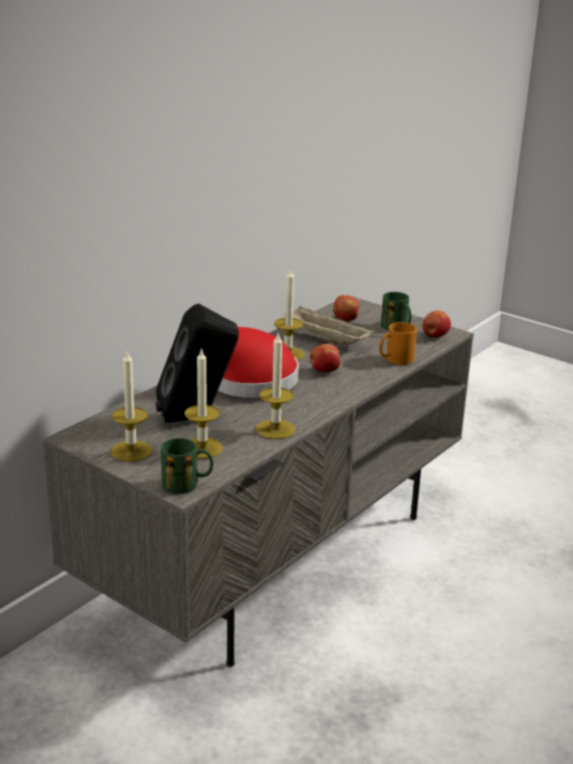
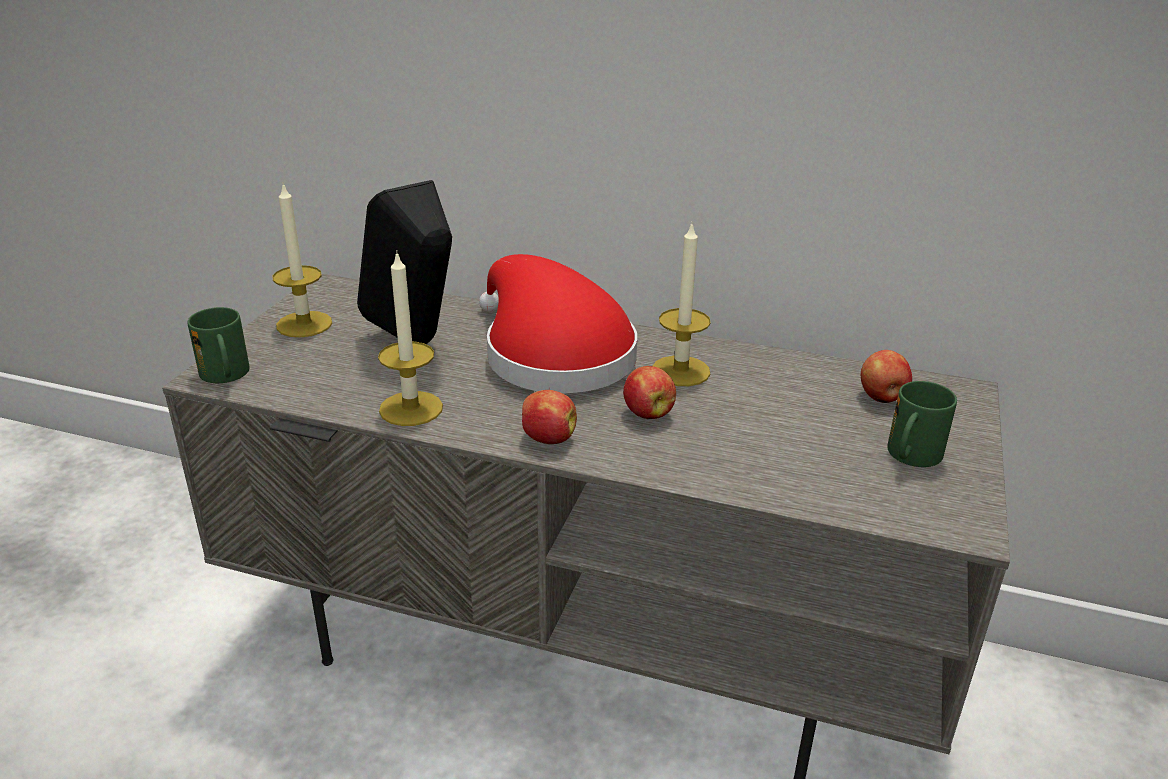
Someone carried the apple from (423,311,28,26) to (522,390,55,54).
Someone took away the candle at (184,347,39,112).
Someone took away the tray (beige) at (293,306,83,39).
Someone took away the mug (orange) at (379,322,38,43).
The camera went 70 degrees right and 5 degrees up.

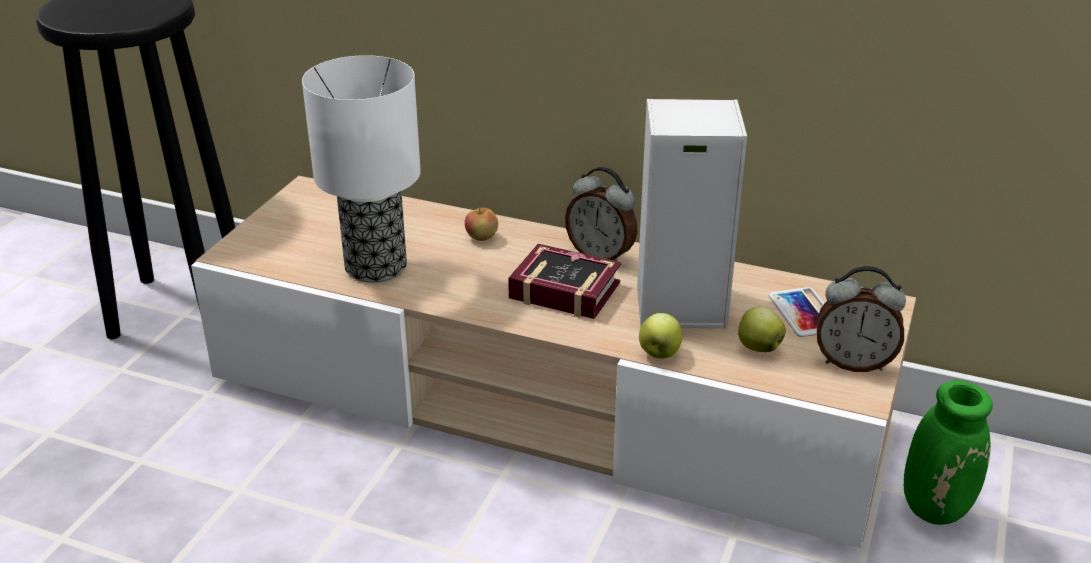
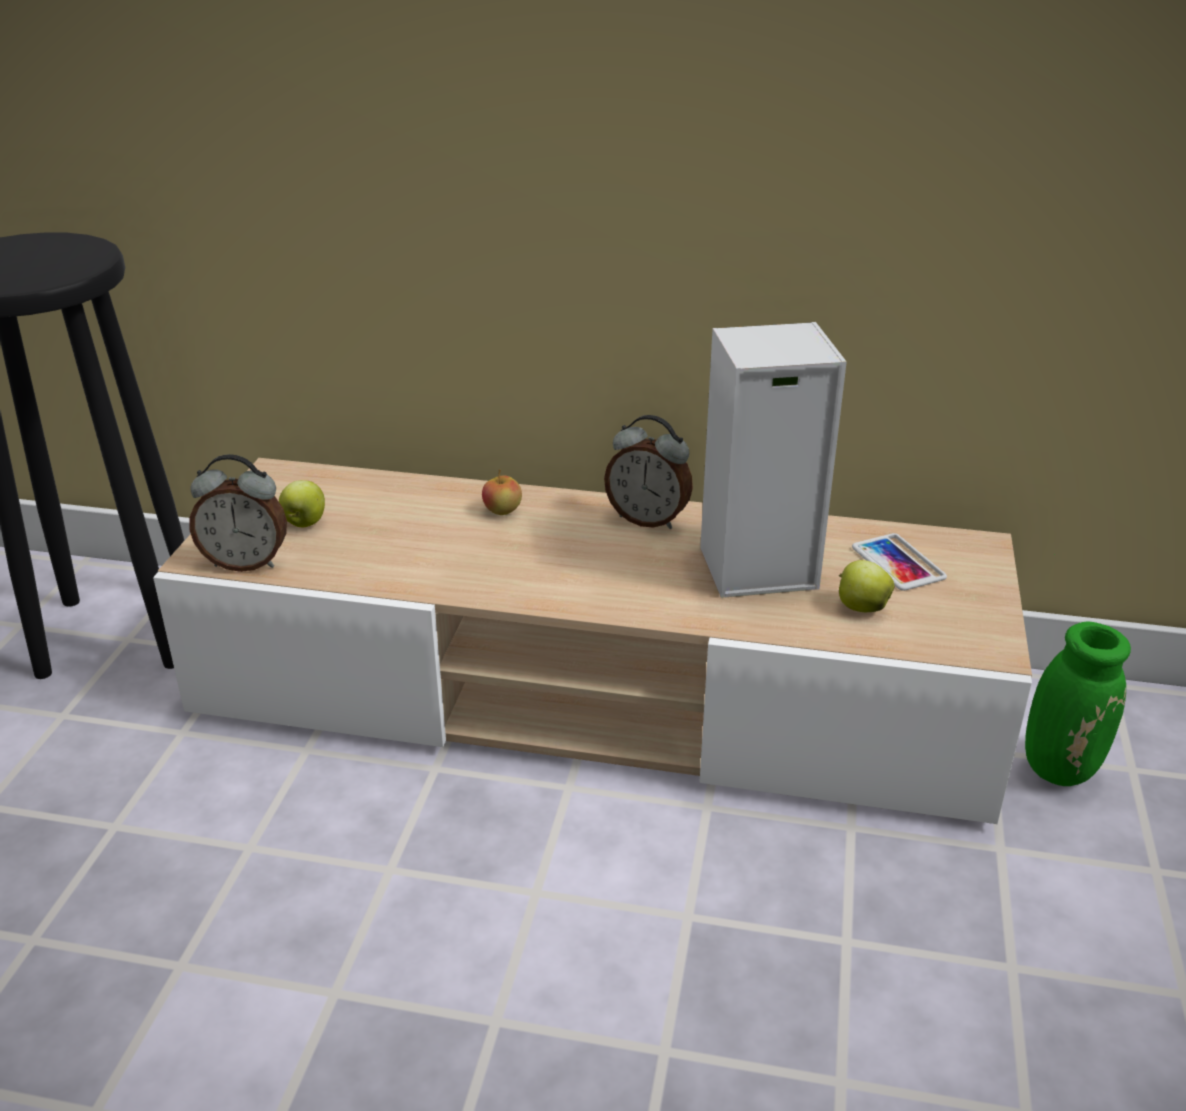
Someone carried the alarm clock from (817,266,89,106) to (189,454,98,118).
Someone carried the apple from (639,313,43,46) to (279,480,46,47).
Someone took away the table lamp at (302,55,119,228).
Someone took away the book at (508,244,113,75).
The camera went 10 degrees left and 0 degrees up.

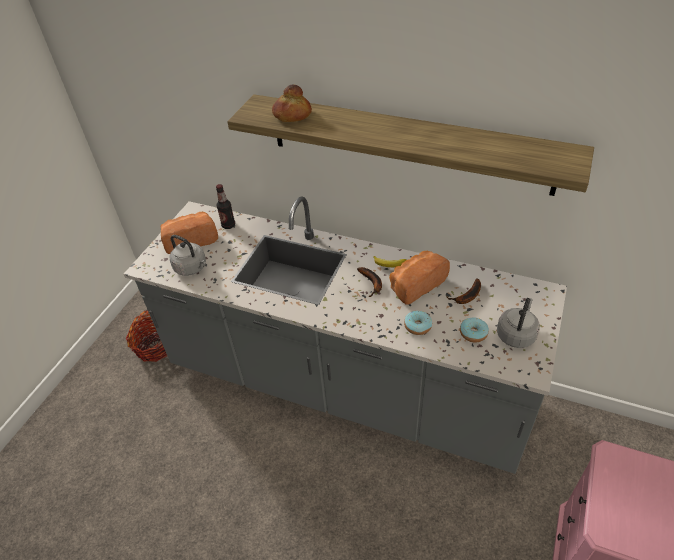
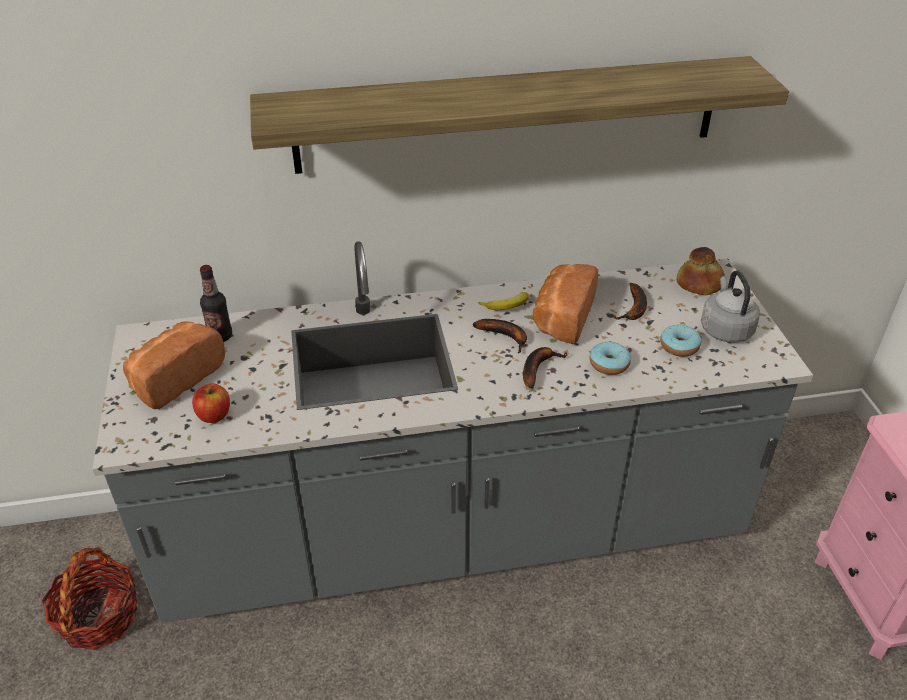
Someone swapped the kettle (grey) at (170,235,36,41) for the apple at (192,383,38,40).
Someone put down the banana at (523,347,45,42).
Someone carried the bread from (272,84,40,38) to (677,247,48,48).
The camera went 35 degrees left and 5 degrees down.

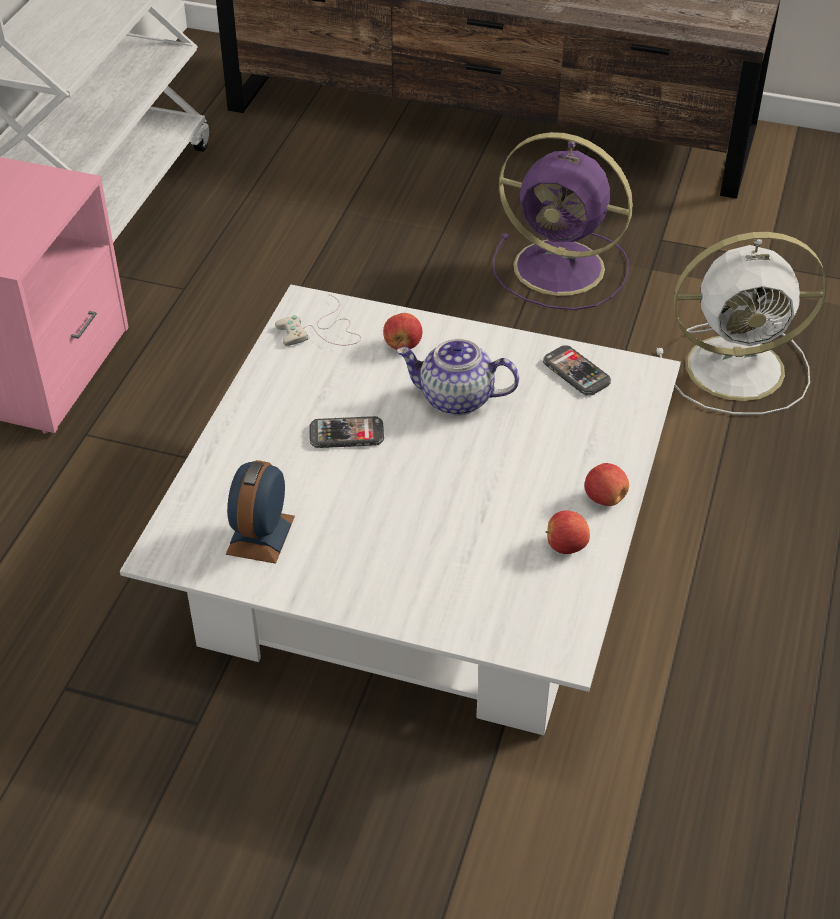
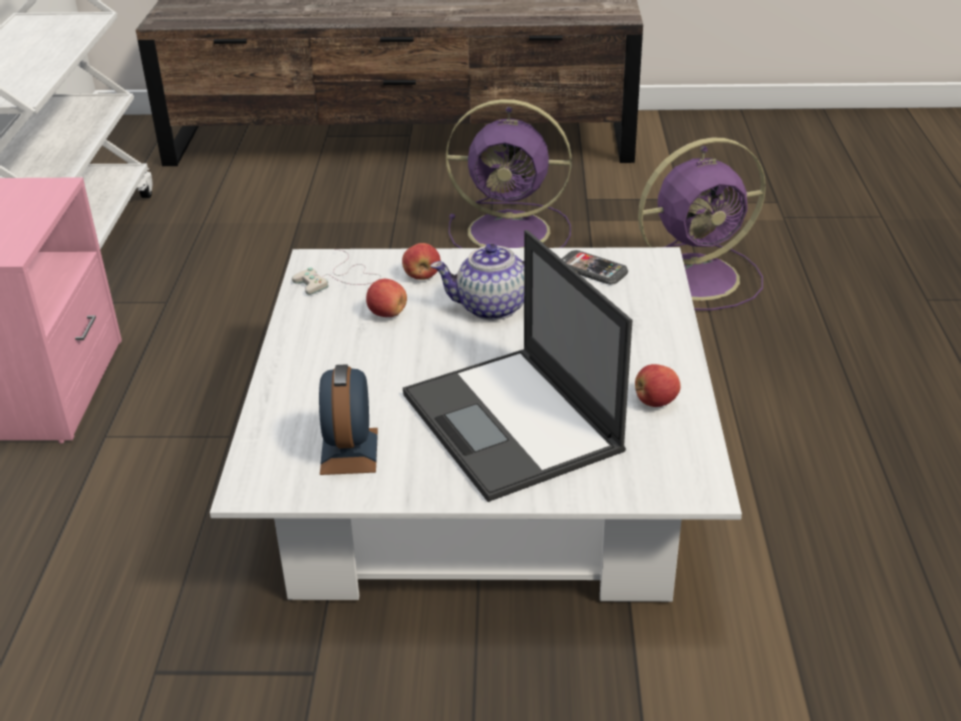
Someone carried the apple from (585,463,44,43) to (366,279,41,38).
Someone put down the laptop at (403,230,229,272).
Someone repainted the fan (white) at (656,232,171,183), which became the fan (purple) at (638,137,128,174).
Someone took away the phone at (309,416,75,32).
The camera went 15 degrees left and 10 degrees down.

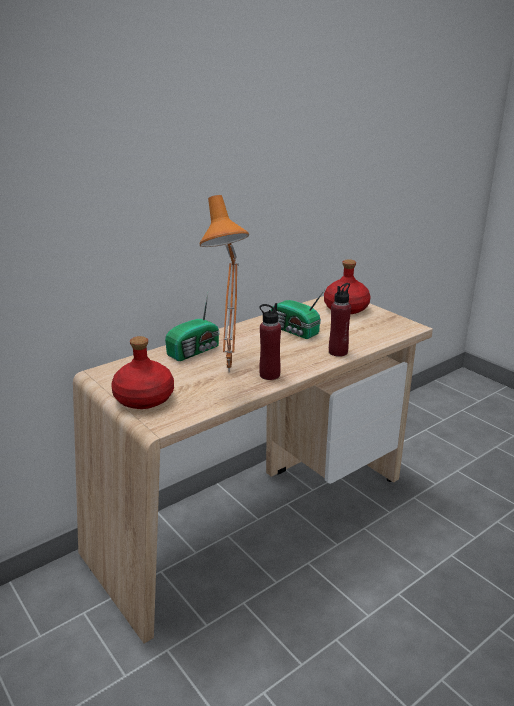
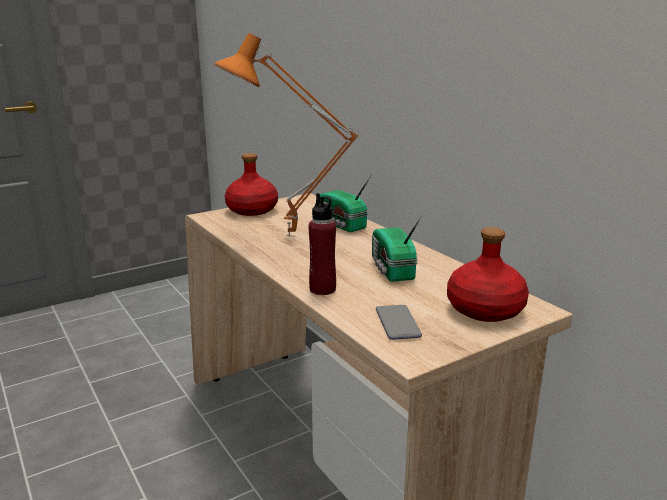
Someone rotated the radio at (271,288,55,51) by 60 degrees counterclockwise.
Someone put down the phone at (376,305,46,35).
Someone took away the bottle (red) at (259,303,22,77).
The camera went 95 degrees right and 5 degrees down.

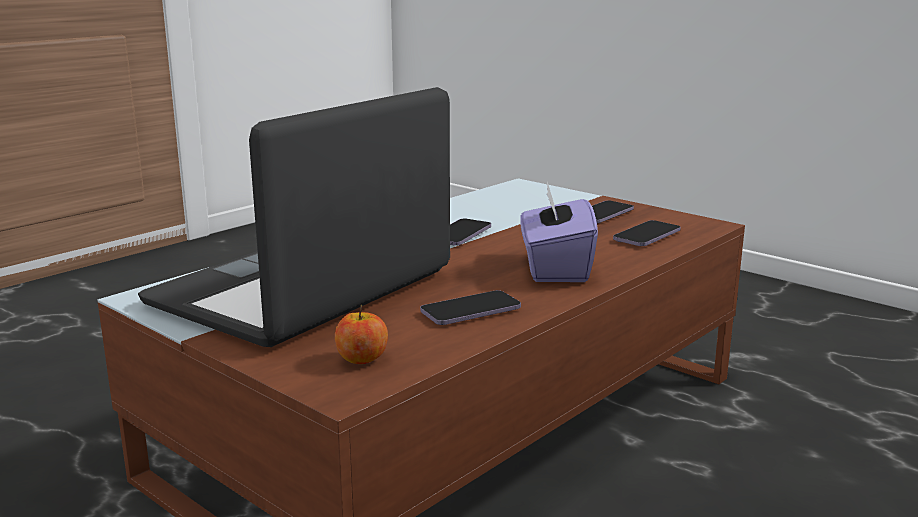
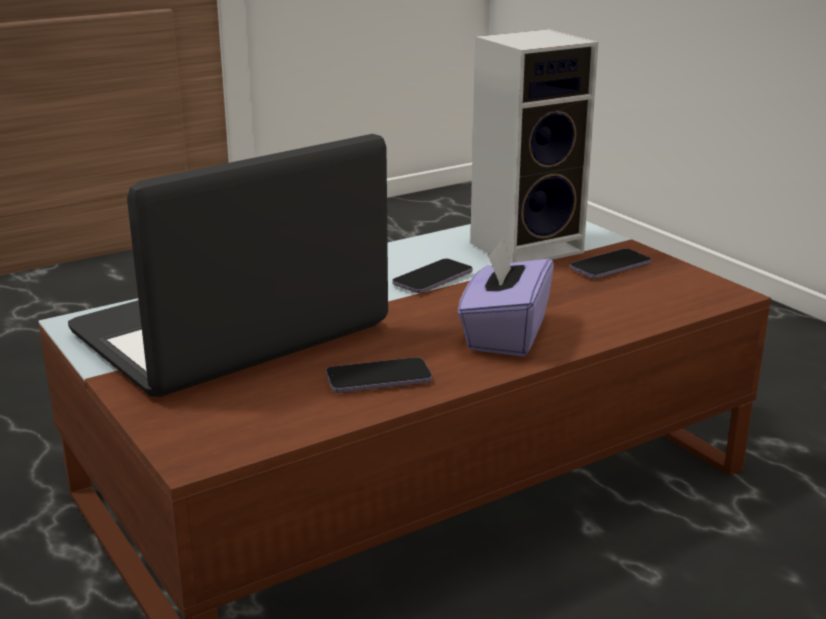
Someone put down the speaker at (470,29,128,234).
Someone took away the apple at (335,305,53,59).
Someone took away the phone at (613,220,68,26).
The camera went 15 degrees right and 5 degrees up.

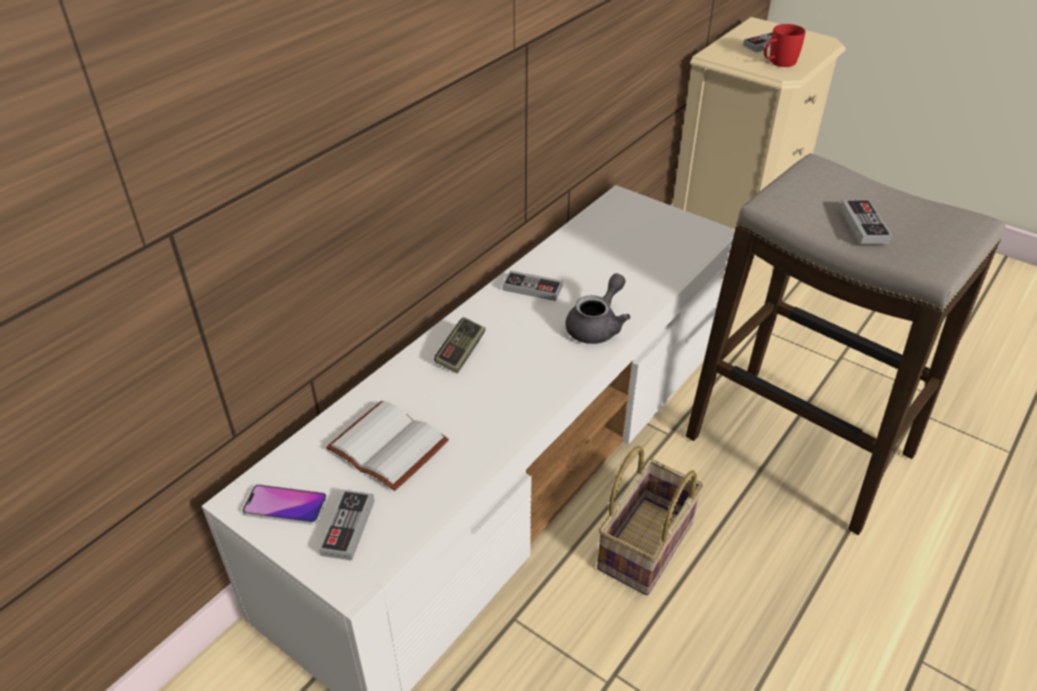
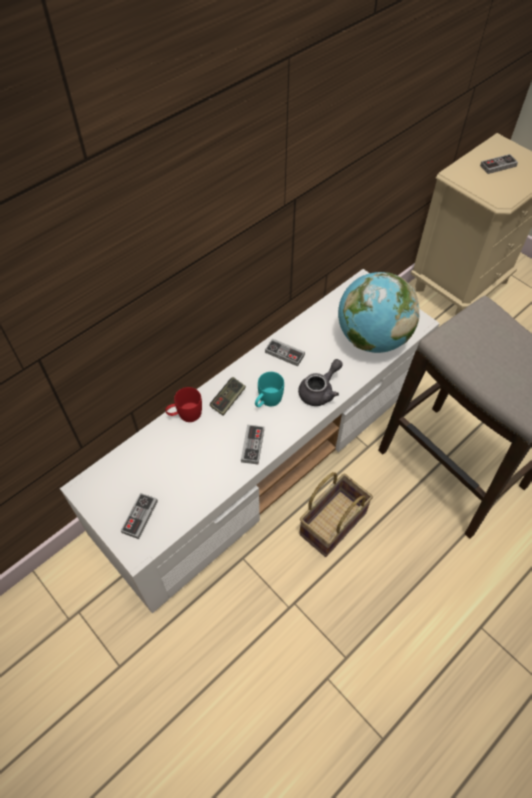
Someone carried the mug (red) from (764,24,42,43) to (165,387,37,35).
Someone carried the game controller from (840,199,52,46) to (241,425,23,39).
Someone put down the mug (turquoise) at (255,372,29,35).
Someone put down the globe at (338,272,81,81).
Someone took away the phone at (242,484,85,41).
Someone took away the book (white) at (326,401,123,90).
The camera went 10 degrees right and 15 degrees up.

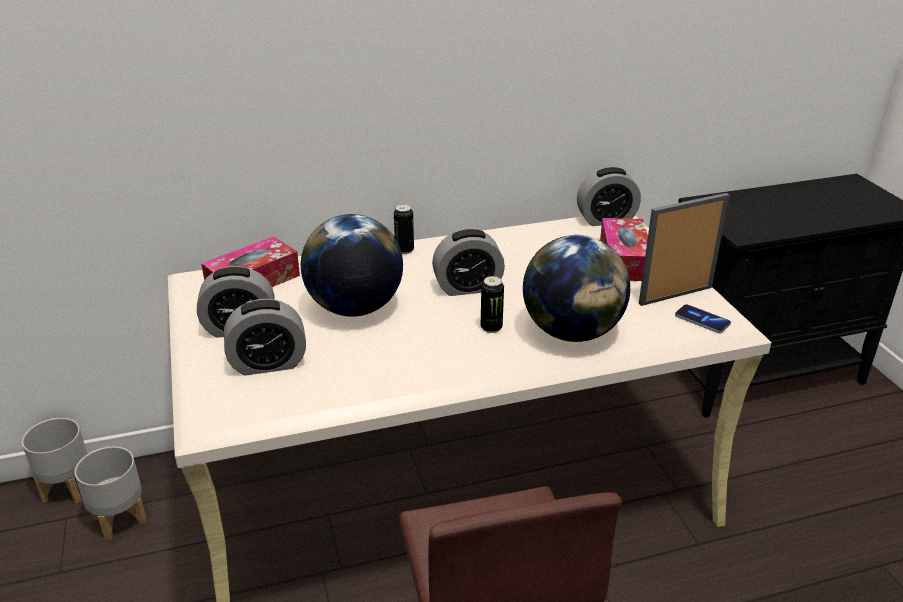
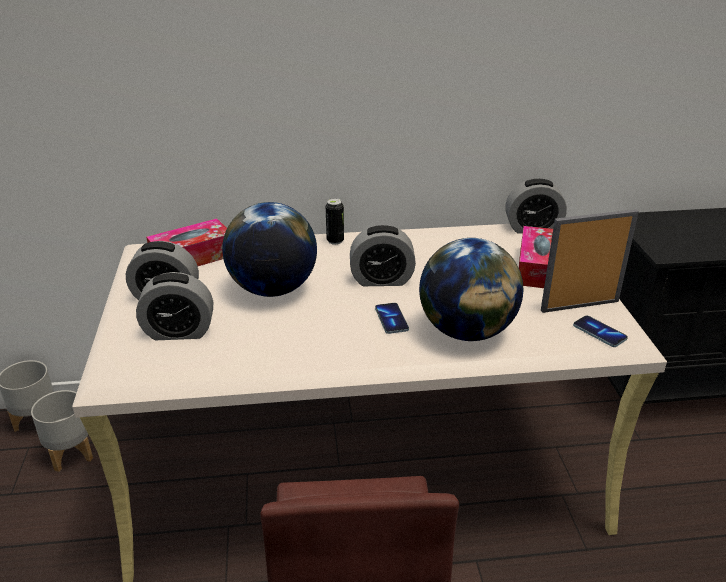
Someone swapped the can at (481,276,23,57) for the phone at (375,303,34,31).
The camera went 10 degrees right and 0 degrees up.

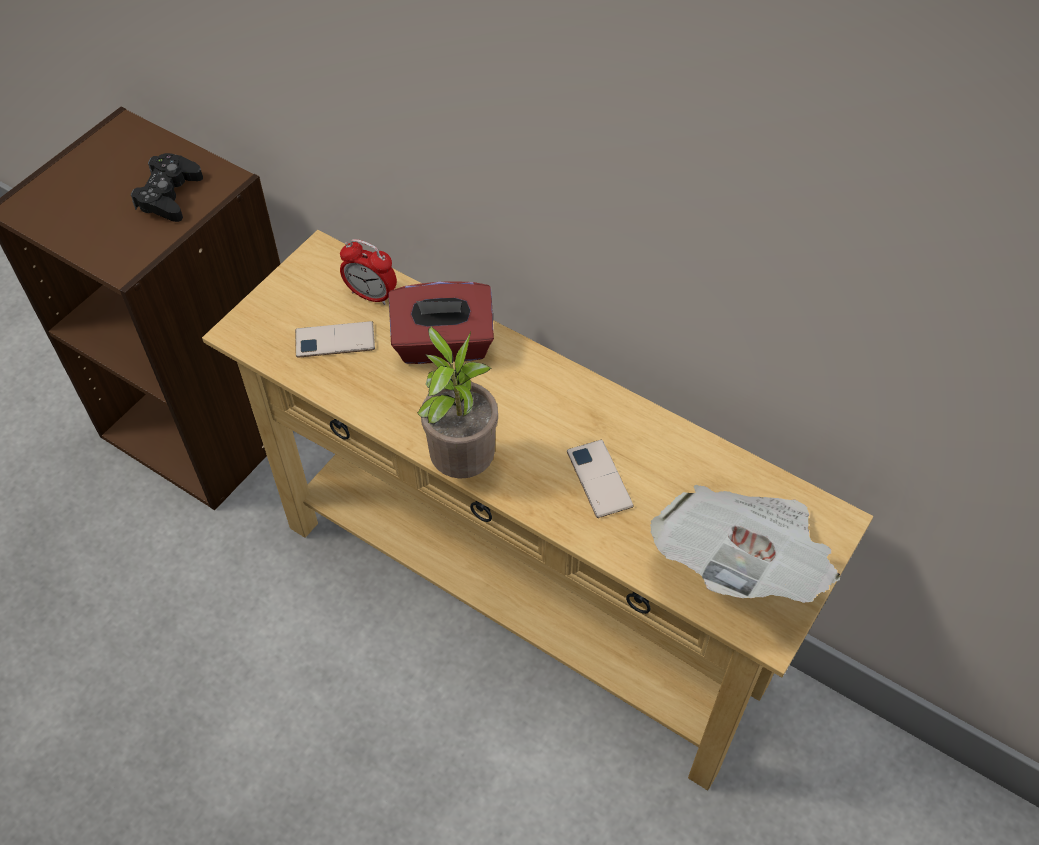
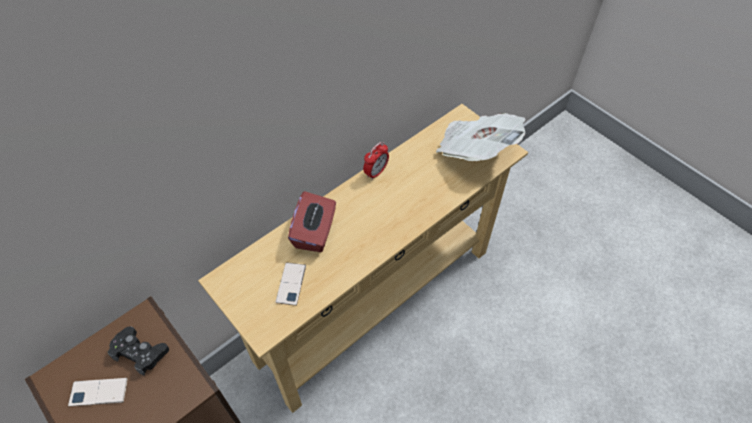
Someone carried the phone from (567,440,66,78) to (68,378,60,29).
Someone carried the alarm clock from (340,239,57,66) to (363,142,26,38).
Someone took away the potted plant at (417,326,81,153).
The camera went 75 degrees left and 0 degrees up.

